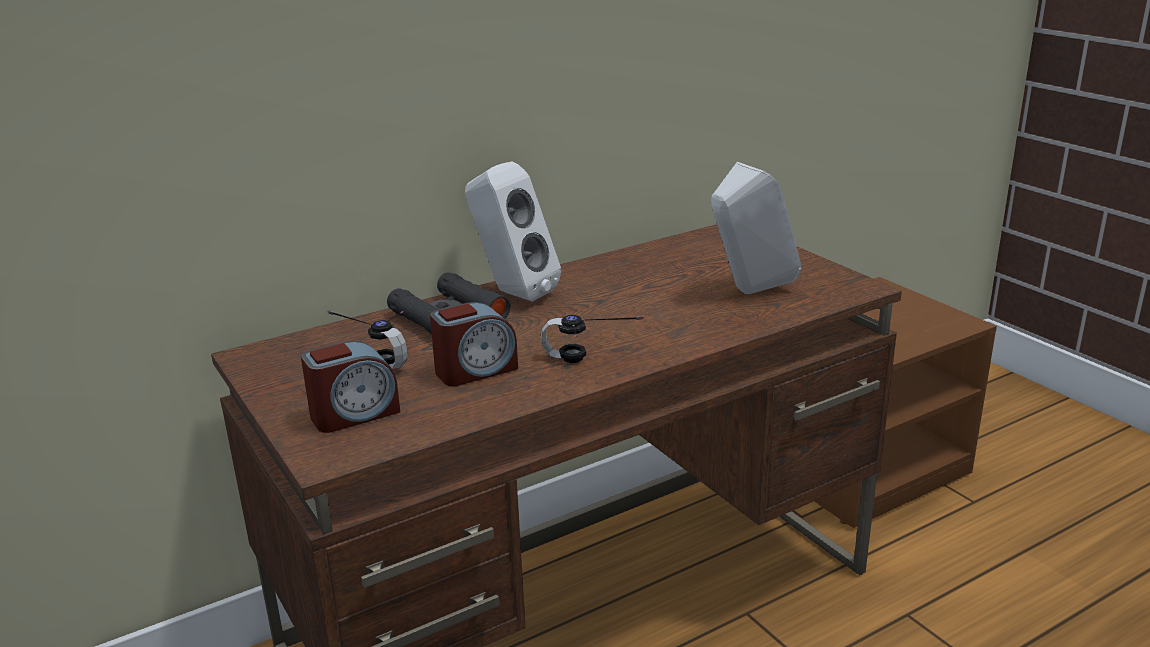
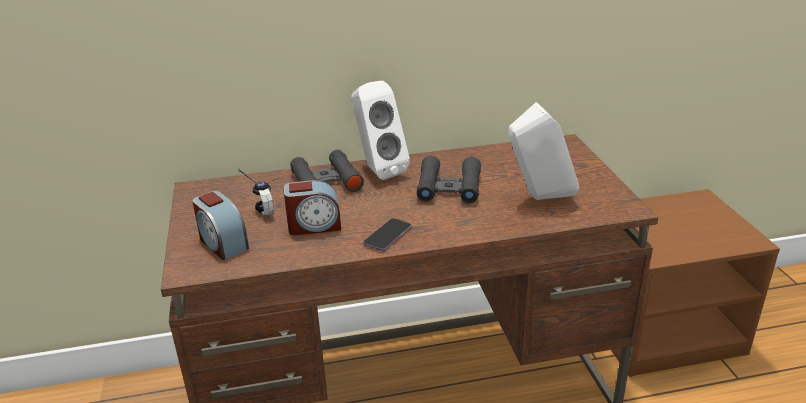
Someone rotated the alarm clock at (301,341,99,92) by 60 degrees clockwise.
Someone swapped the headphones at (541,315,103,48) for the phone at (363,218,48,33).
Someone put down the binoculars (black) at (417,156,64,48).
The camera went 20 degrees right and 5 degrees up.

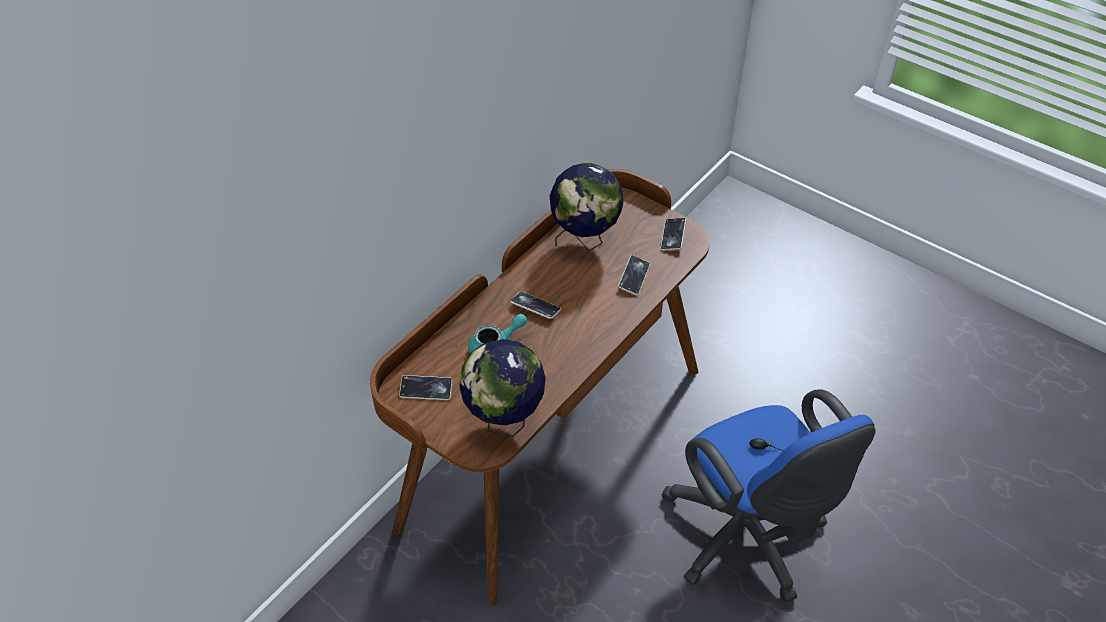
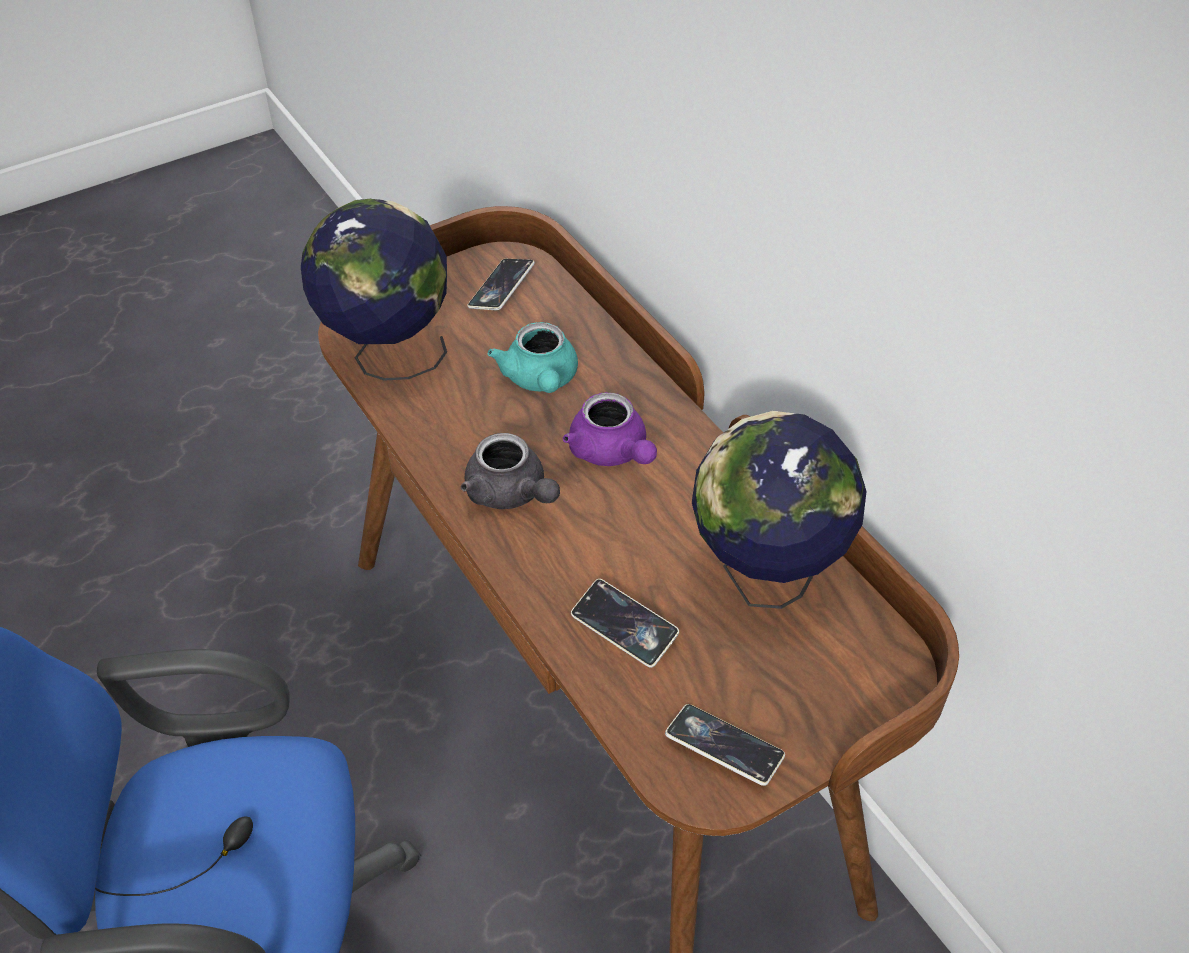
Someone put down the teapot (grey) at (461,433,99,76).
Someone swapped the phone at (510,292,51,27) for the teapot (purple) at (563,392,94,74).
The camera went 110 degrees right and 0 degrees up.

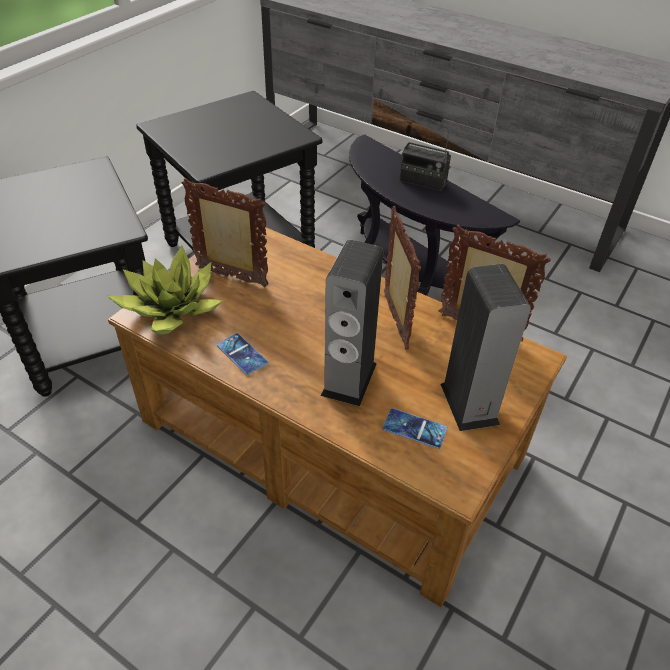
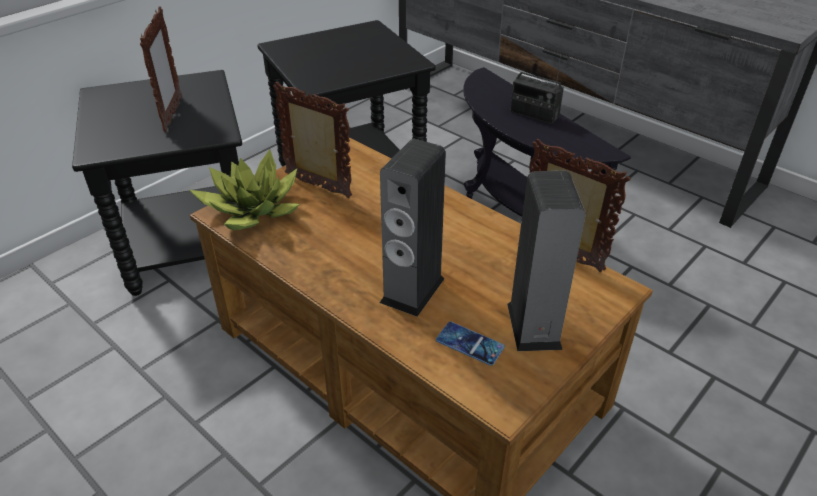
Someone carried the picture frame from (384,206,37,144) to (140,6,42,126).
Someone took away the phone at (217,333,51,42).
The camera went 10 degrees right and 5 degrees down.

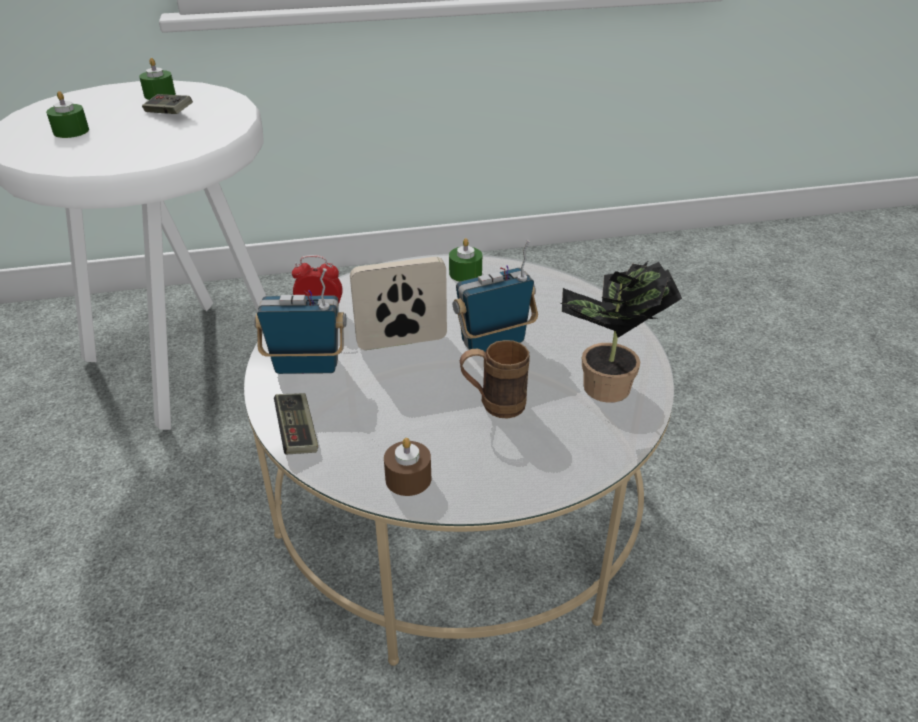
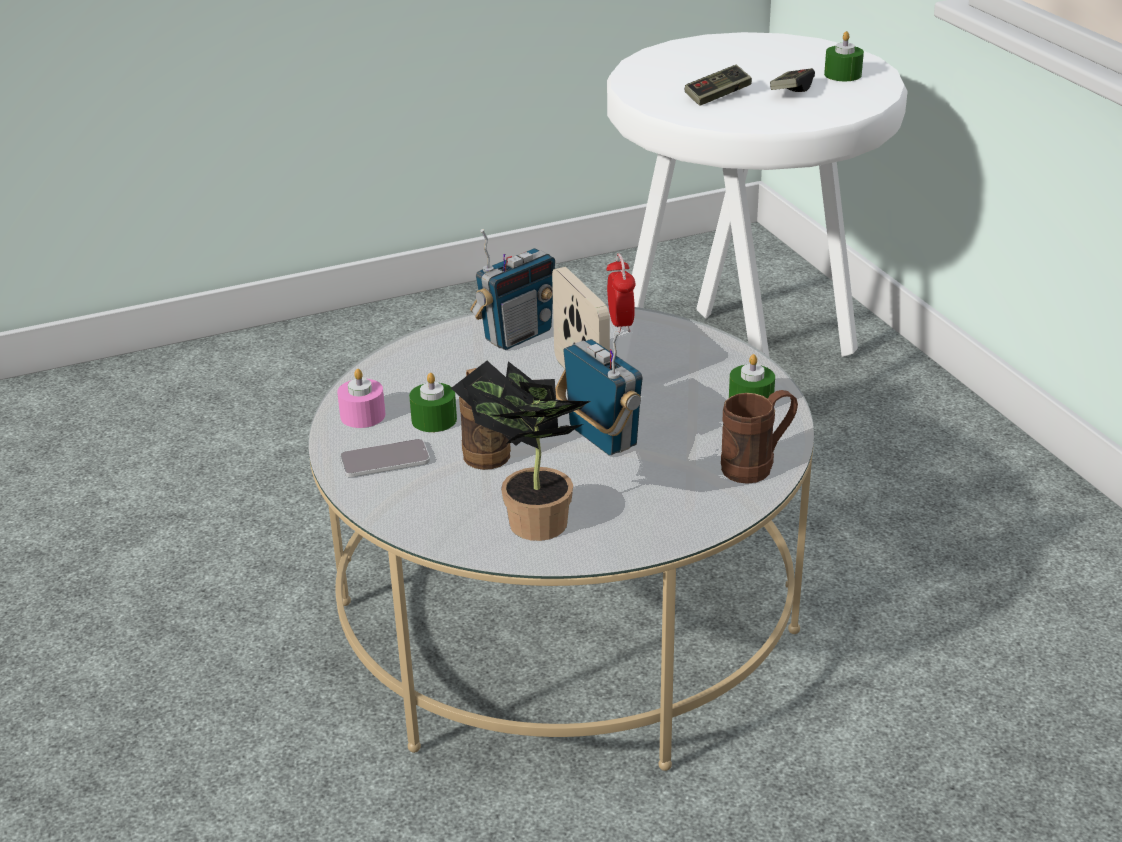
Someone repainted the candle (brown) at (384,438,47,58), which became the candle (pink) at (337,369,48,59).
Someone put down the phone at (340,439,90,38).
Someone carried the candle (green) from (46,91,43,47) to (409,373,48,59).
Someone rotated the radio at (254,268,93,106) by 60 degrees clockwise.
Someone carried the game controller from (274,393,44,61) to (685,65,67,41).
Someone put down the mug (brown) at (721,390,77,94).
The camera went 80 degrees right and 5 degrees down.

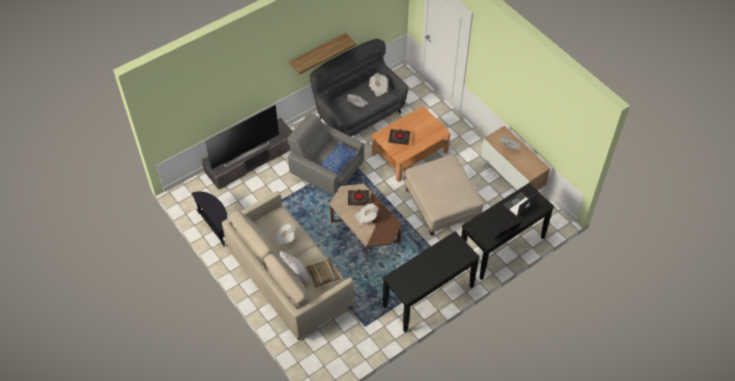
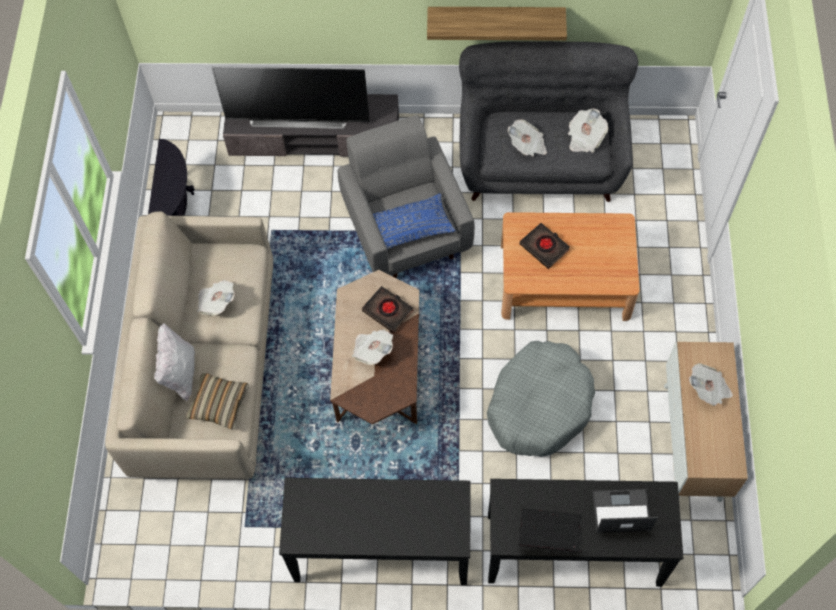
Someone swapped the ottoman (beige) at (404,155,80,81) for the dog bed (grey) at (487,341,108,116).
The camera went 40 degrees right and 10 degrees up.

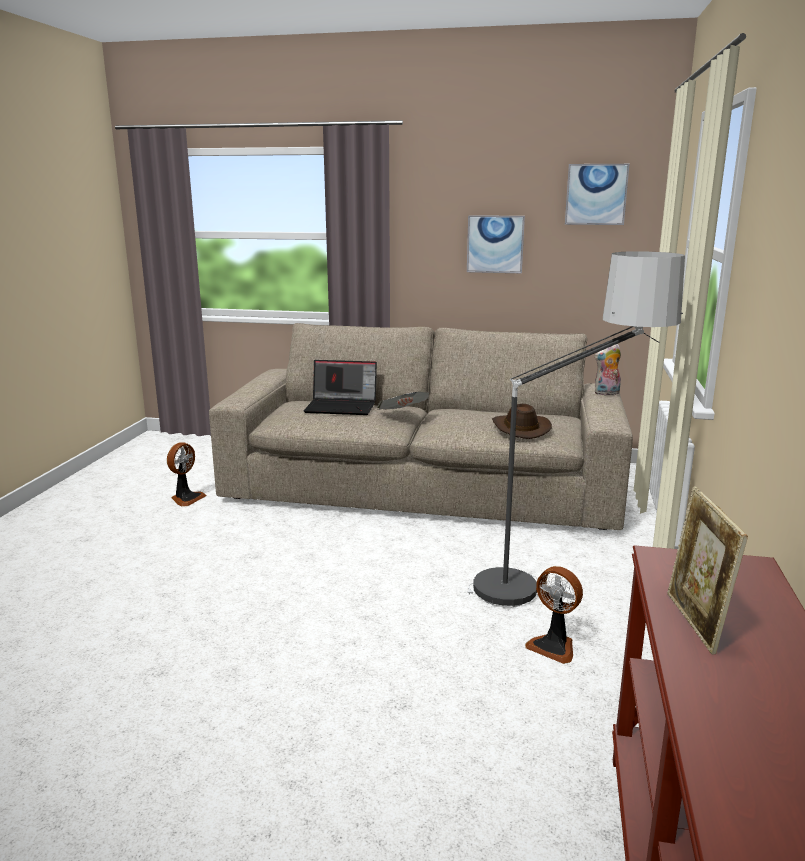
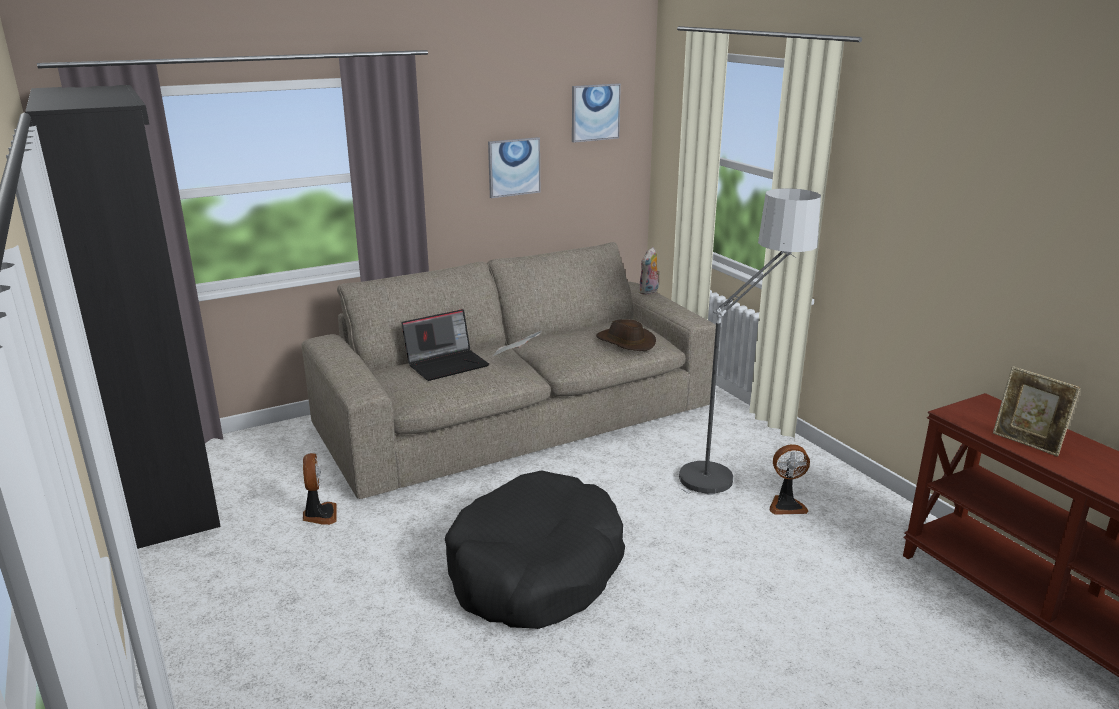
Someone put down the bookcase (black) at (25,85,196,464).
Someone put down the dog bed (black) at (445,470,180,159).
The camera went 40 degrees left and 5 degrees up.

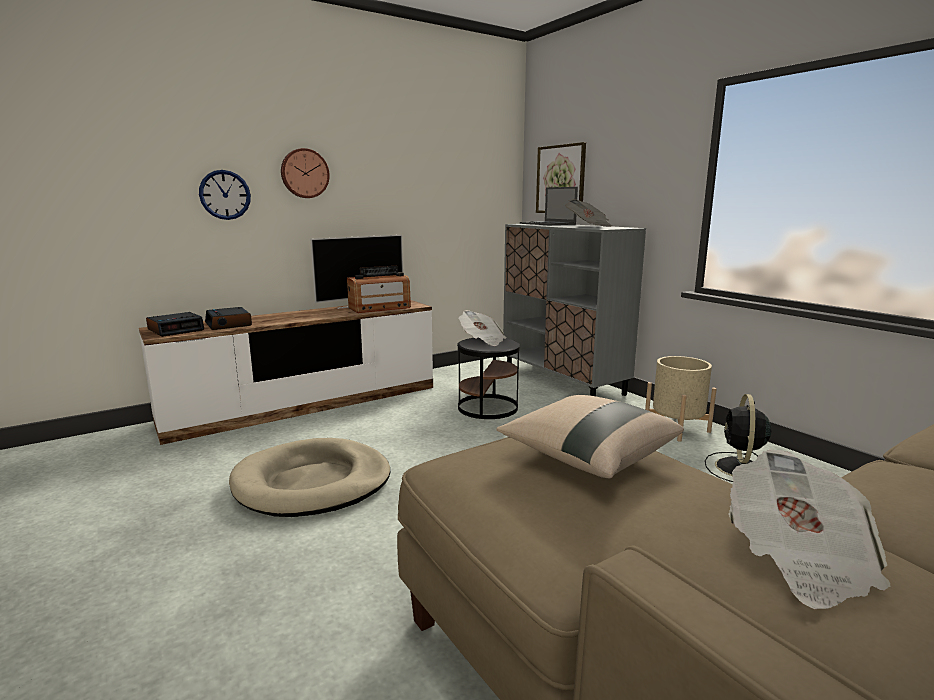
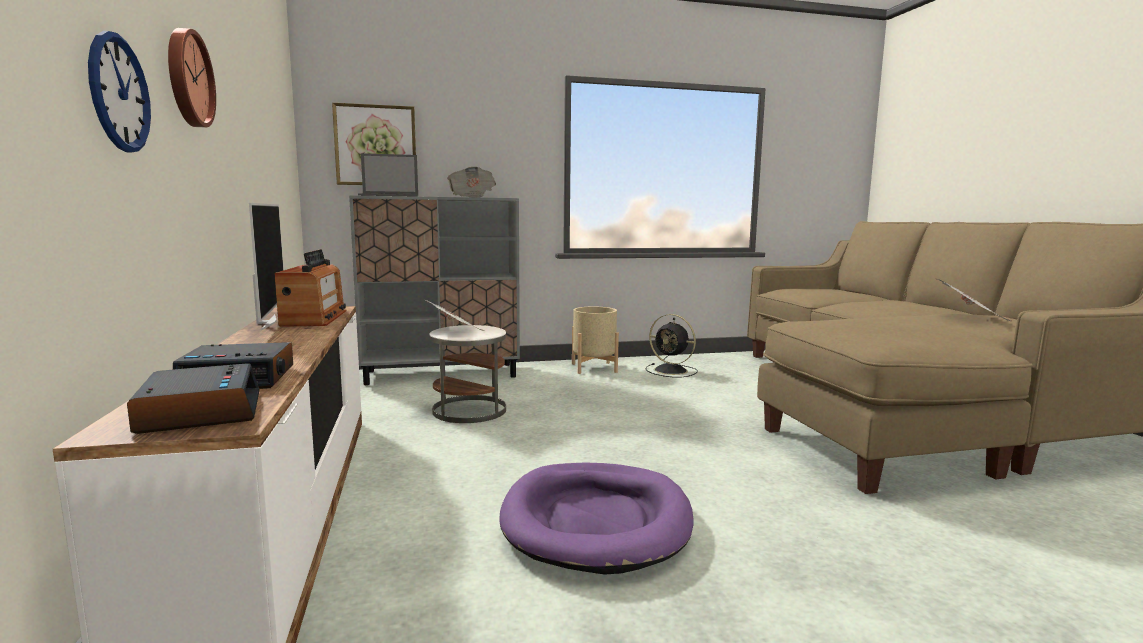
Someone repainted the side table (black) at (457,338,63,81), which became the side table (white) at (429,325,77,98).
Someone repainted the dog bed (beige) at (229,438,161,79), which became the dog bed (purple) at (499,463,195,112).
Someone took away the pillow (beige) at (497,395,187,83).
The camera went 70 degrees left and 5 degrees down.

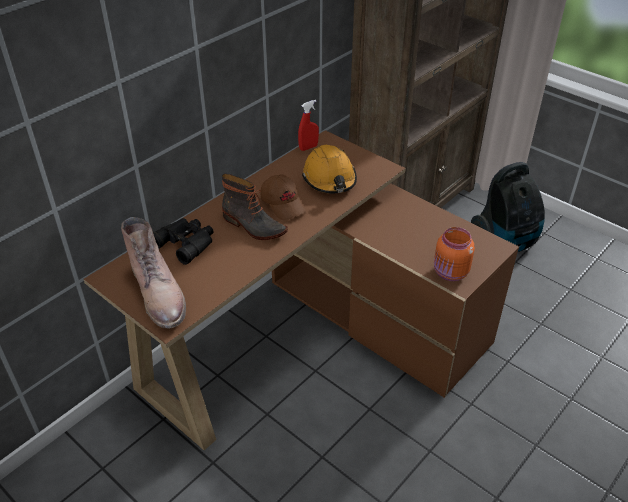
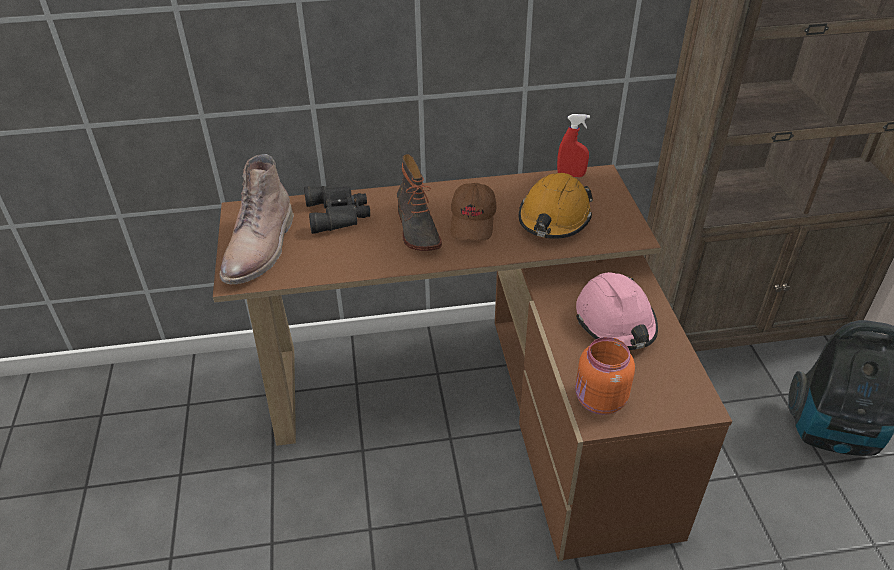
Someone put down the hard hat (pink) at (576,272,82,78).
The camera went 40 degrees right and 0 degrees up.

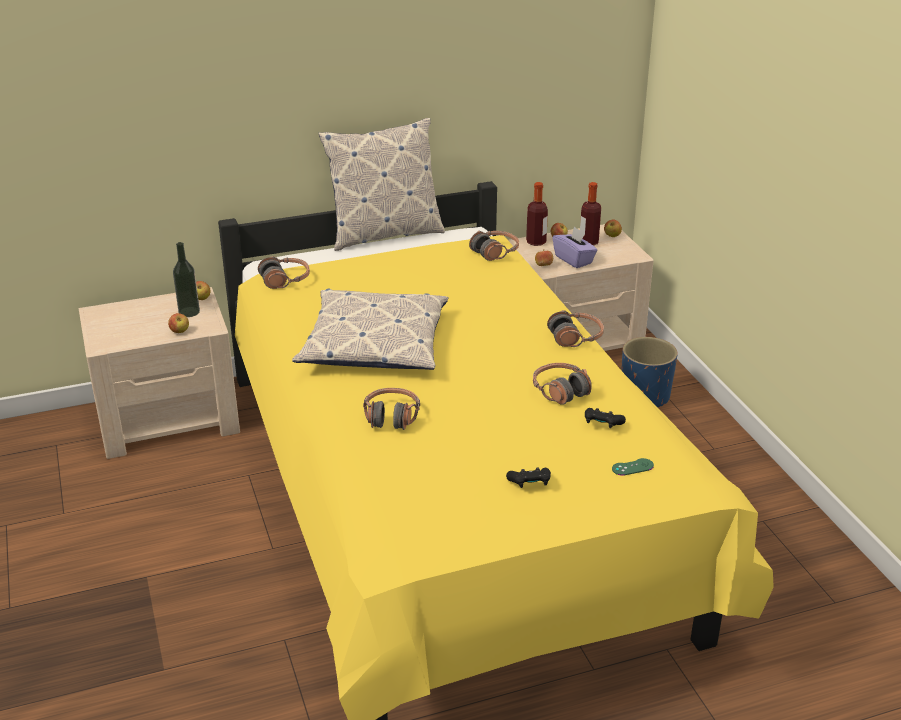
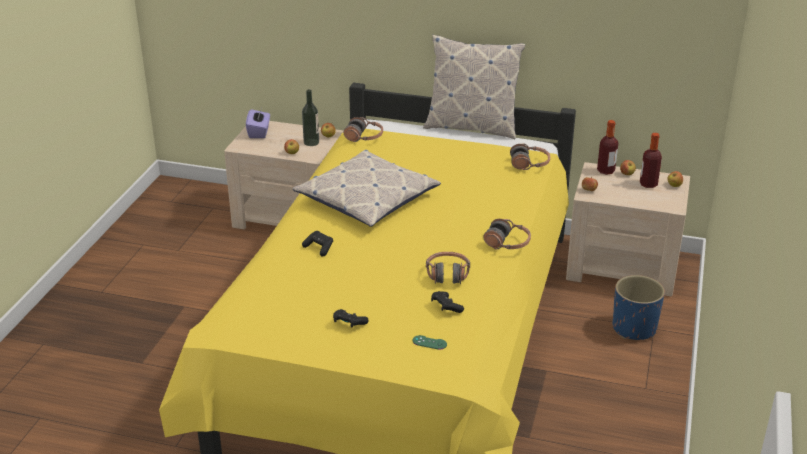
Someone carried the tissue box (purple) from (553,226,45,42) to (246,108,24,30).
Someone swapped the headphones at (363,388,57,42) for the game controller (black) at (302,231,31,26).
The camera went 35 degrees right and 0 degrees up.

